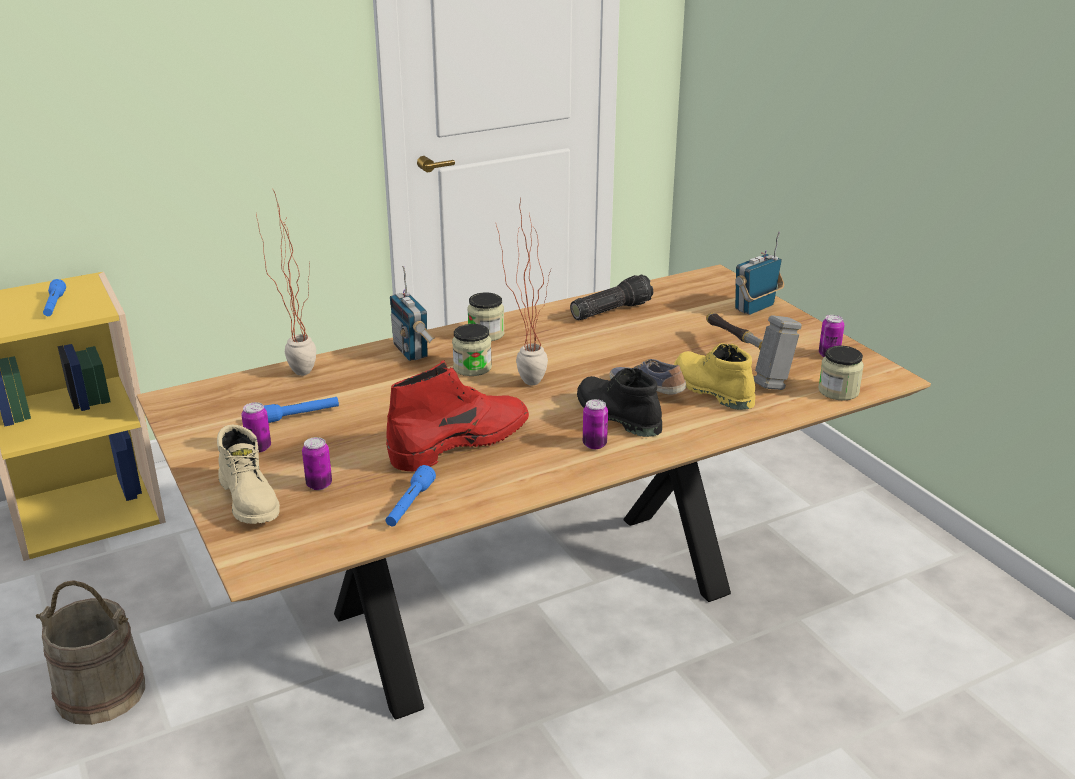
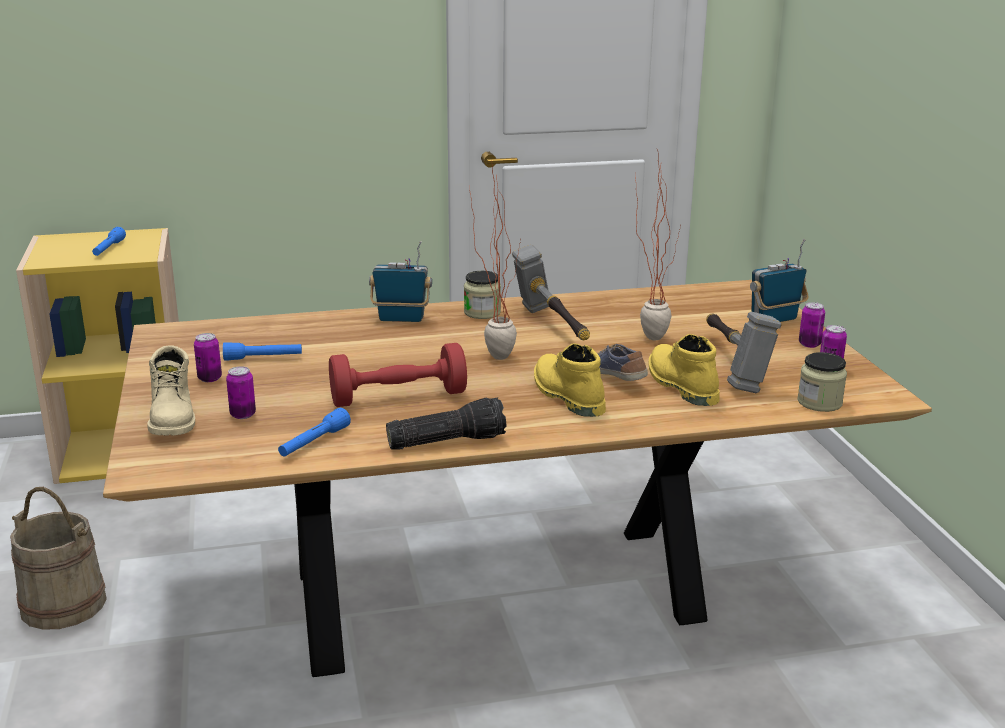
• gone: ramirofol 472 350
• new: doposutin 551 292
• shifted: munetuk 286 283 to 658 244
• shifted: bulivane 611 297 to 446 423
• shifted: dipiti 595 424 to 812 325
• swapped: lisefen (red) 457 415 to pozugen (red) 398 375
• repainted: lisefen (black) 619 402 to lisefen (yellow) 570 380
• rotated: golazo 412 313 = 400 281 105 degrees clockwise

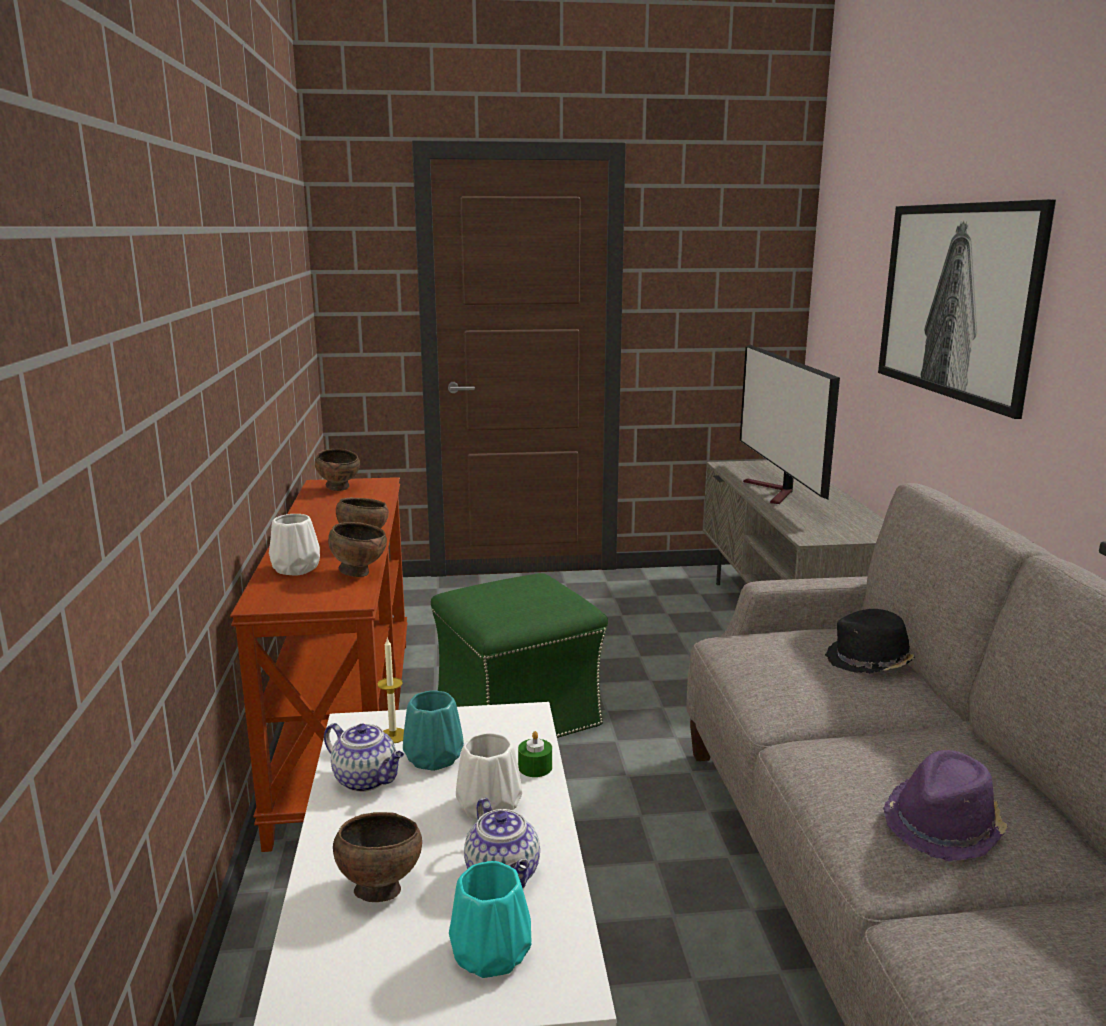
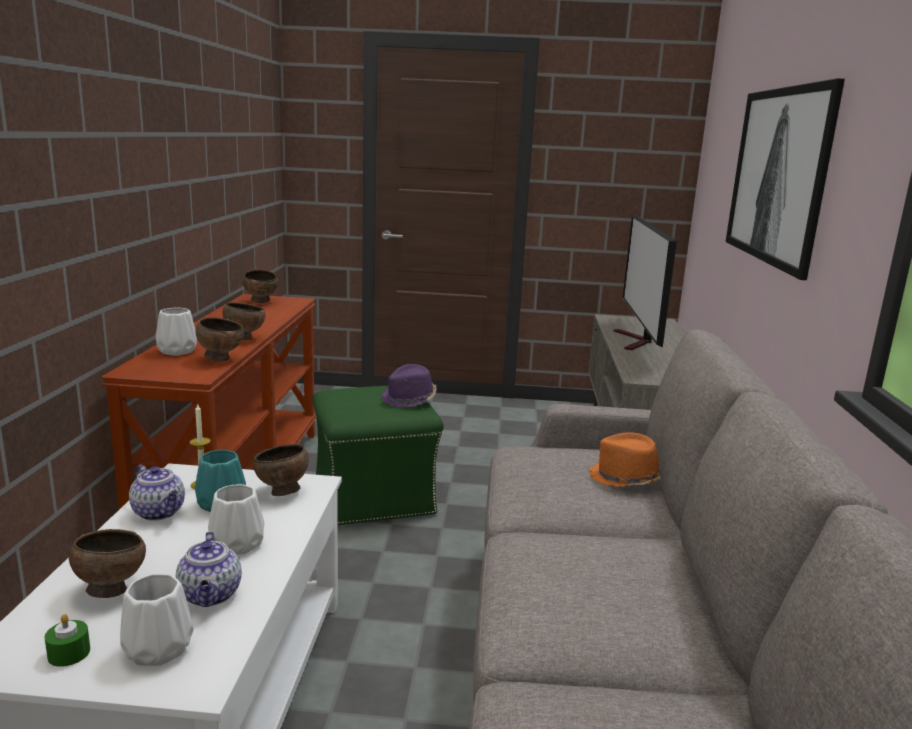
• new: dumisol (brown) 281 470
• shifted: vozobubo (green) 535 754 to 67 640
• shifted: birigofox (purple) 945 805 to 409 385
• repainted: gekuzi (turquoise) 490 919 to gekuzi (white) 157 620
• repainted: birigofox (black) 870 641 to birigofox (orange) 625 459

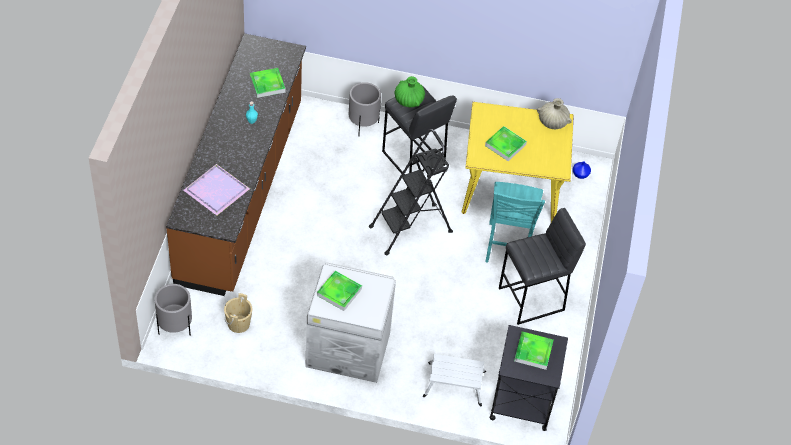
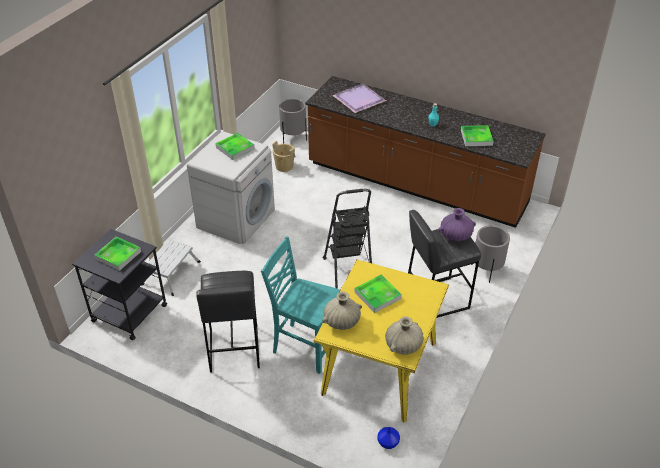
• new: gekuzi (beige) 342 311
• repainted: gekuzi (green) 409 91 to gekuzi (purple) 457 224

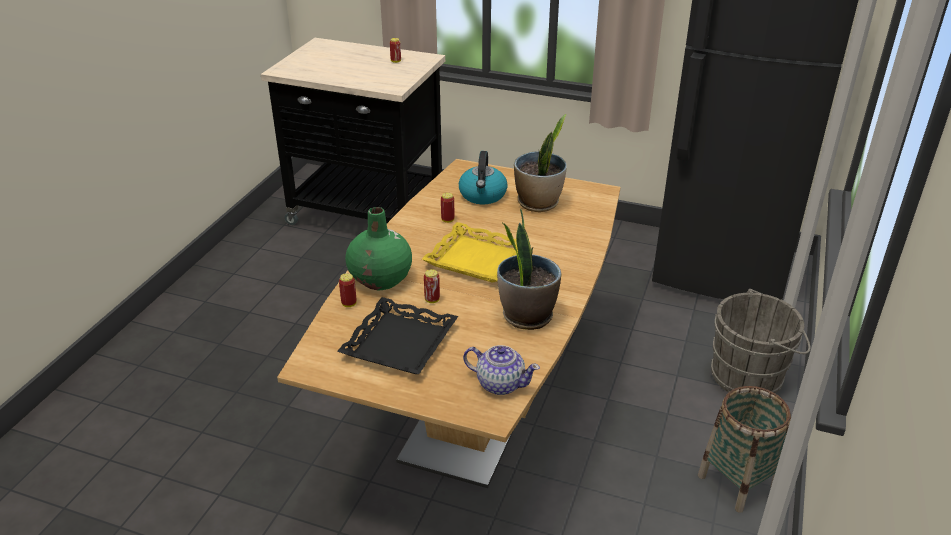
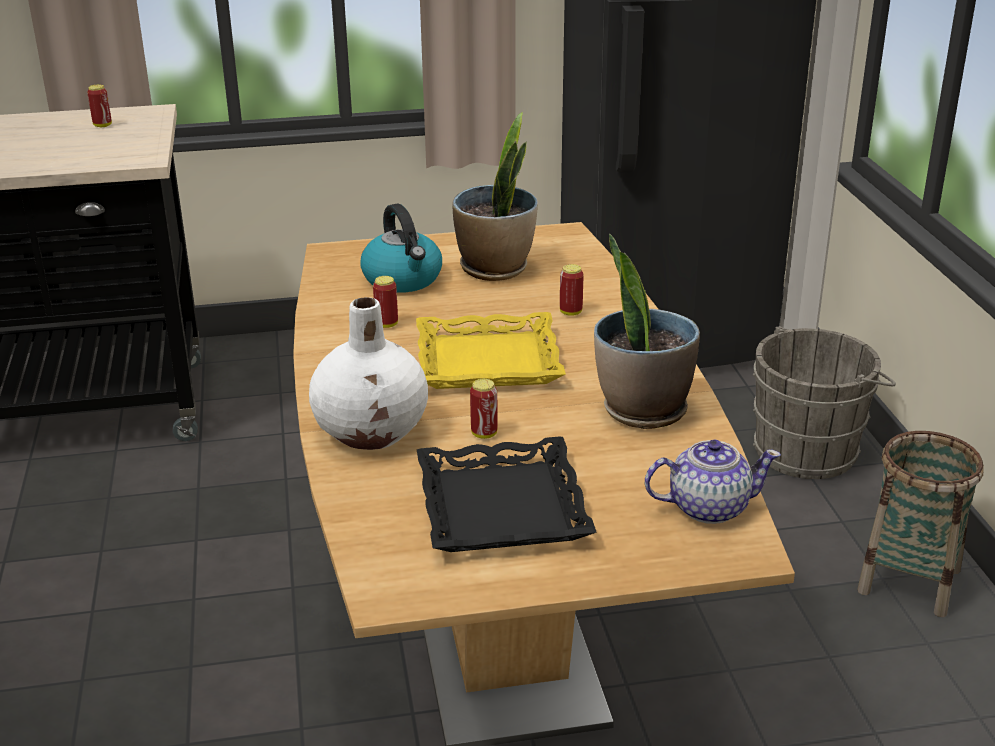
• shifted: dipiti 348 290 to 572 290
• repainted: gekuzi (green) 378 248 to gekuzi (white) 368 373

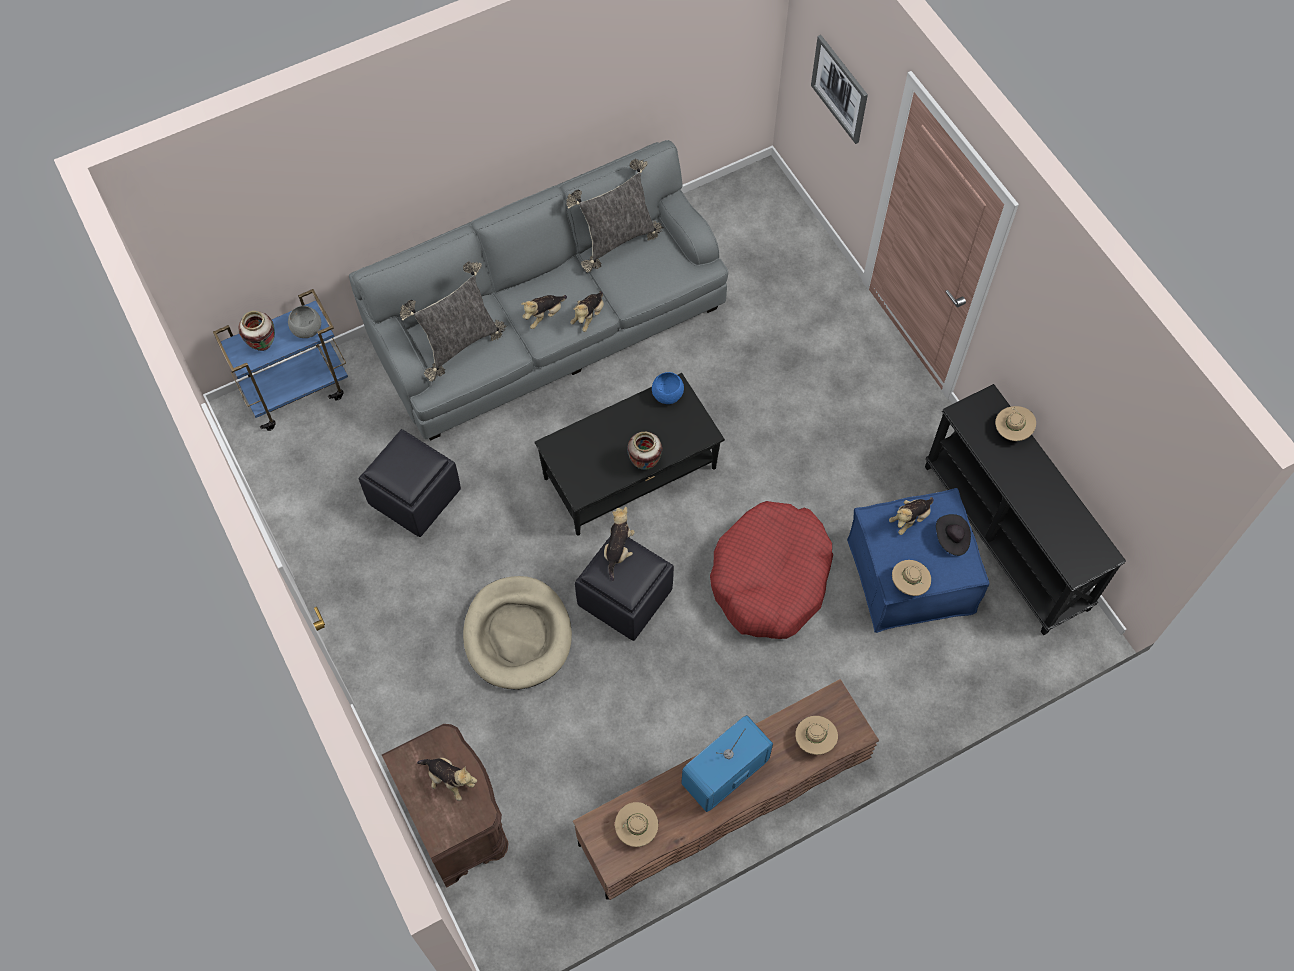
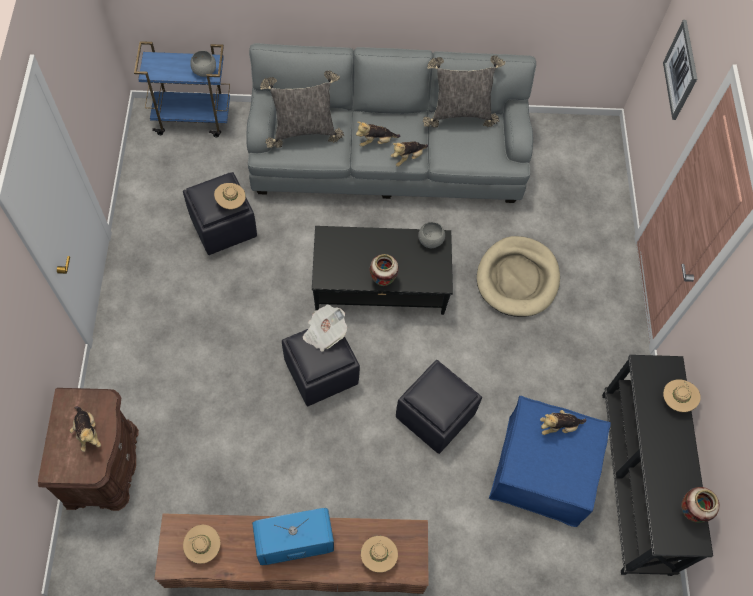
• gone: birigofox (black) 953 535
• shifted: gekuzi 257 331 to 700 505
• shifted: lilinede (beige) 517 633 to 518 276
• shifted: birigofox (beige) 911 578 to 230 196
• swapped: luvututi 619 544 to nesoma 325 328
• swapped: lilinede (red) 771 570 to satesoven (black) 439 407
• repainted: dumisol (blue) 668 388 to dumisol (grey) 431 235

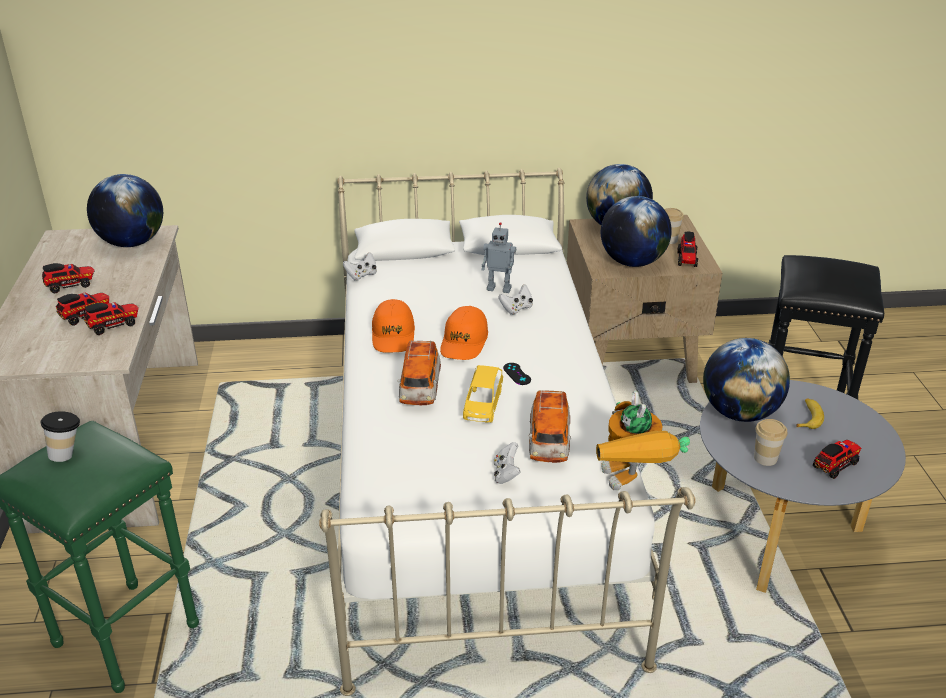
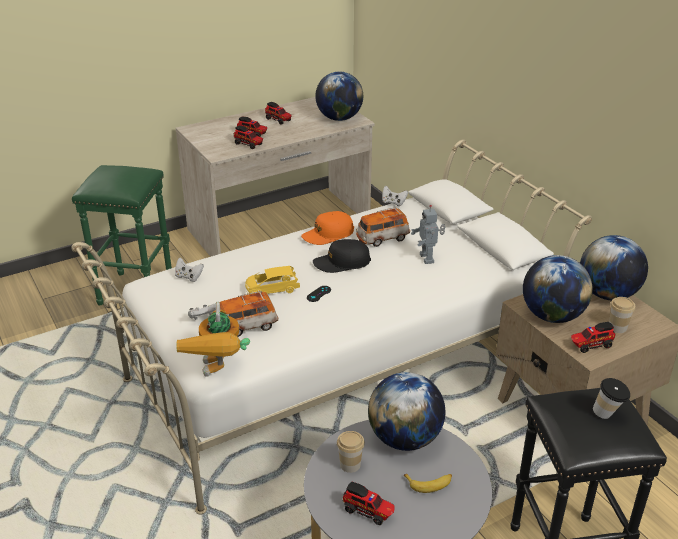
• shifted: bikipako 60 436 to 611 398
• shifted: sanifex 419 373 to 383 227
• shifted: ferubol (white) 515 299 to 189 270
• repainted: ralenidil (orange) 464 333 to ralenidil (black) 342 256
• rotated: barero 643 440 = 213 339 60 degrees counterclockwise

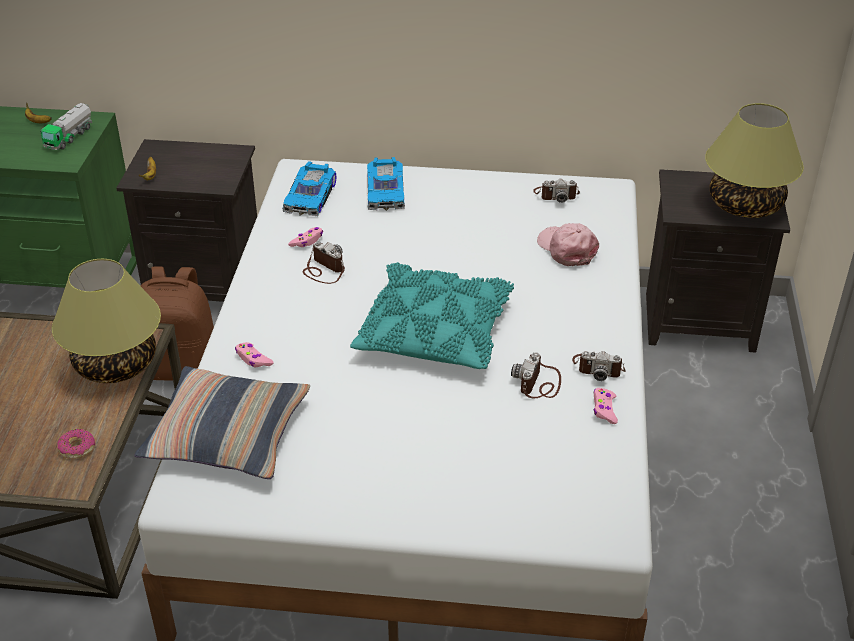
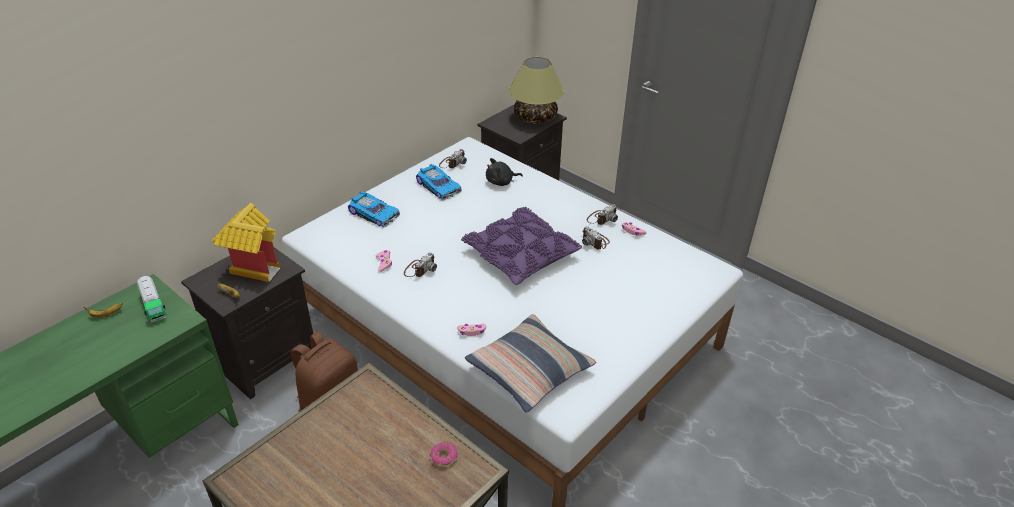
• gone: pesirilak 106 321
• new: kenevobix 246 242
• shifted: sanifex 309 188 to 439 182
• swapped: ralenidil (pink) 568 245 to luvututi (black) 504 172
• repainted: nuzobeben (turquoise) 432 315 to nuzobeben (purple) 521 246
• rotated: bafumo 324 262 = 420 264 135 degrees clockwise

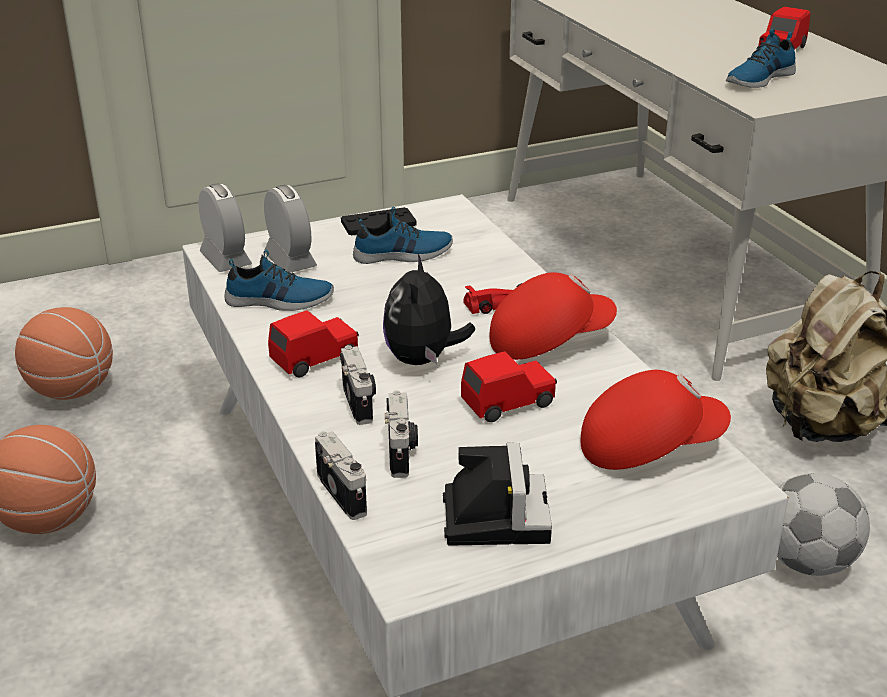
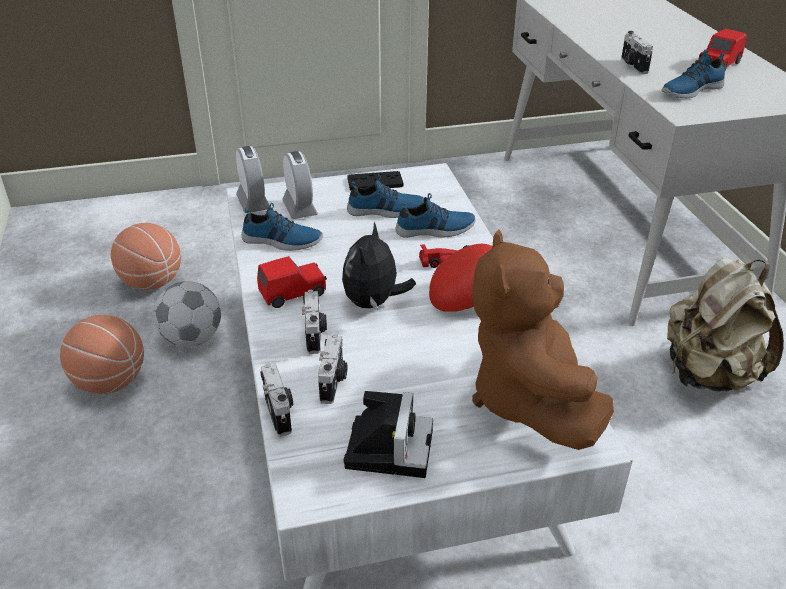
• gone: sanifex (red) 509 386
• new: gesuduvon 435 215
• new: bafumo 637 52
• shifted: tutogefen 823 524 to 187 314
• swapped: ralenidil (red) 655 420 to luvututi (brown) 543 340

